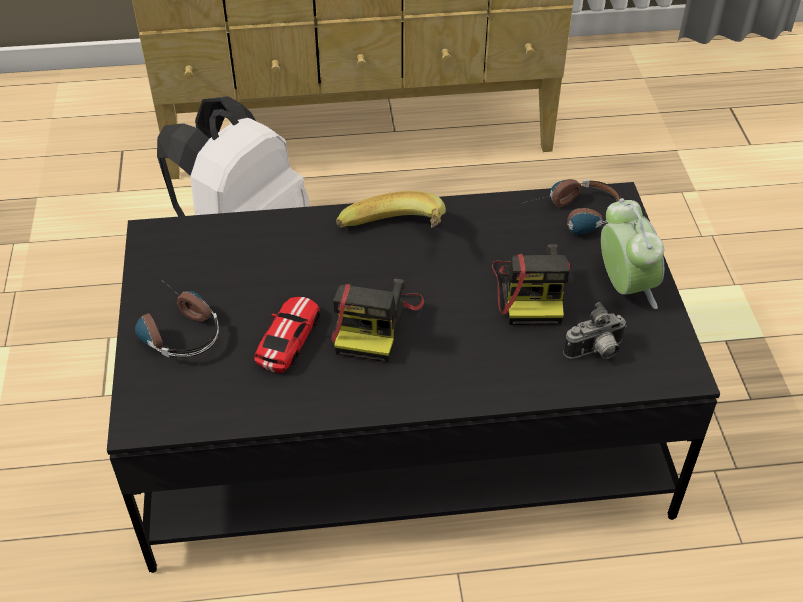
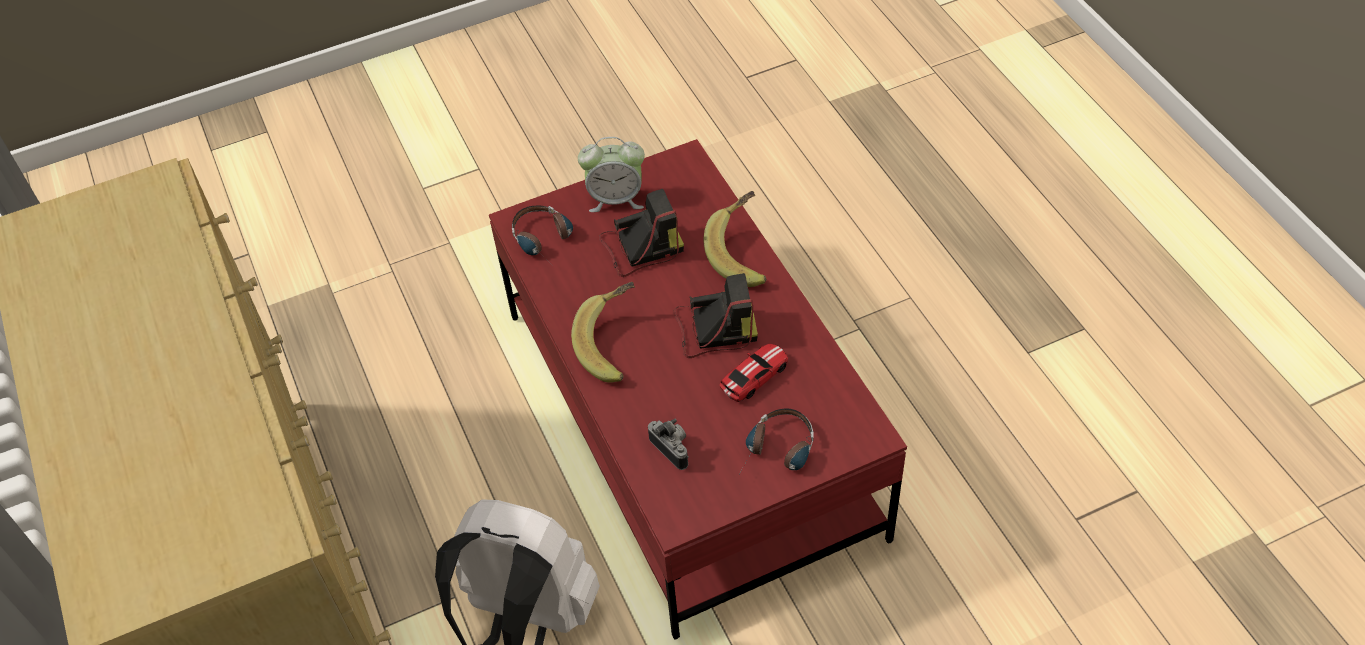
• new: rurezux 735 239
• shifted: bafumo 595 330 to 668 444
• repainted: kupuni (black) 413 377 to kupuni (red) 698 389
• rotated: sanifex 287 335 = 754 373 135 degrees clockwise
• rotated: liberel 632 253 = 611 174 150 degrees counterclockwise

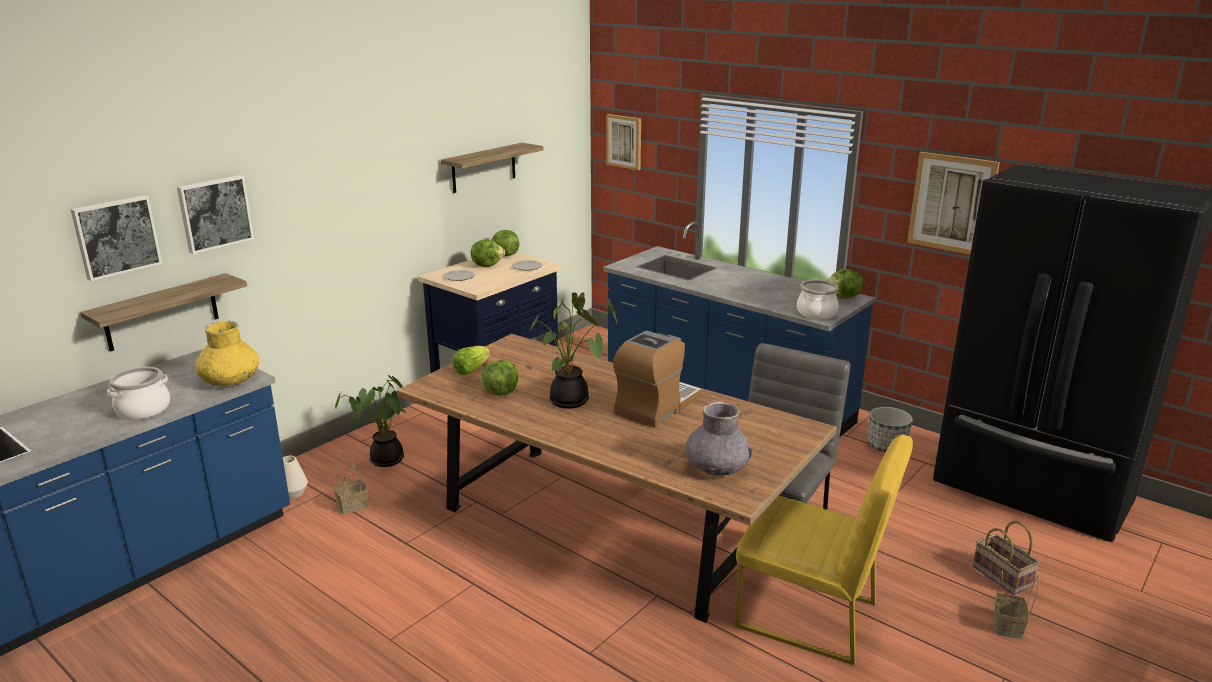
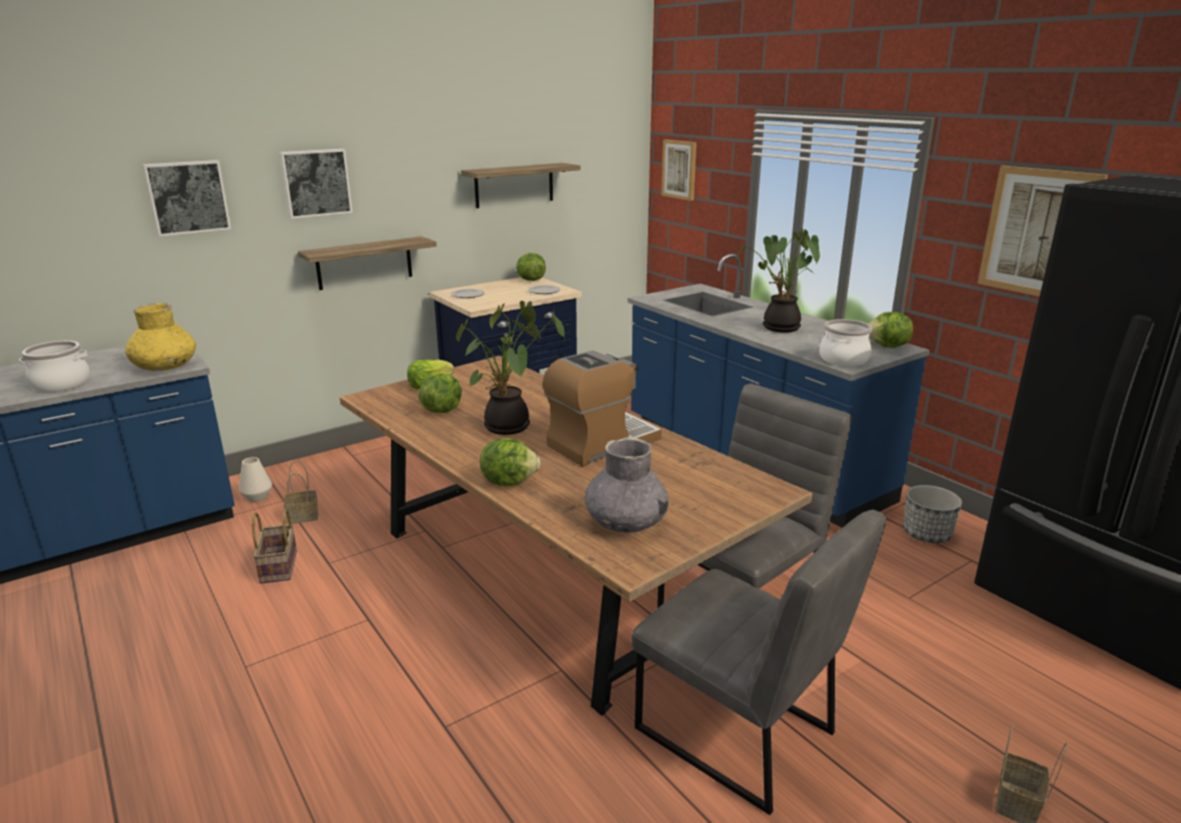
• shifted: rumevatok 116 238 to 316 184
• shifted: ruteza 163 312 to 367 263
• shifted: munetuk 371 421 to 777 280
• shifted: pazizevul 488 253 to 510 462
• shifted: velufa 1006 558 to 274 546
• repainted: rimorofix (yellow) 824 550 to rimorofix (grey) 758 662

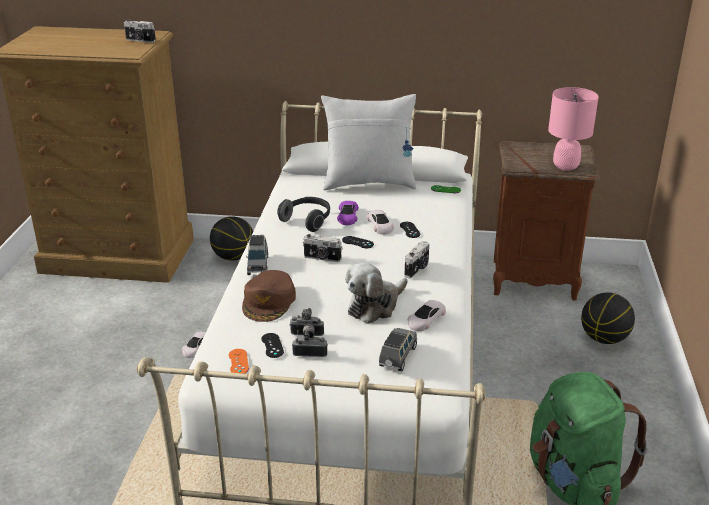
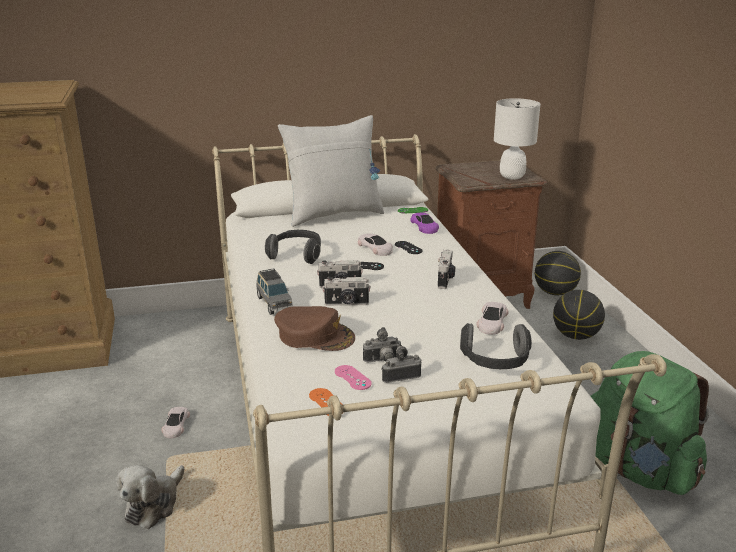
• shifted: bafumo 140 31 to 346 291
• shifted: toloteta 231 238 to 558 273
• shifted: sanifex (purple) 348 213 to 424 223
• shifted: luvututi 376 293 to 150 497
• swapped: sanifex (grey) 398 349 to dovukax 496 346
• repainted: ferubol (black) 272 345 to ferubol (pink) 353 377
• repainted: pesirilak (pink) 573 129 to pesirilak (white) 517 139
• rotated: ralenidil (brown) 269 296 = 314 328 60 degrees counterclockwise

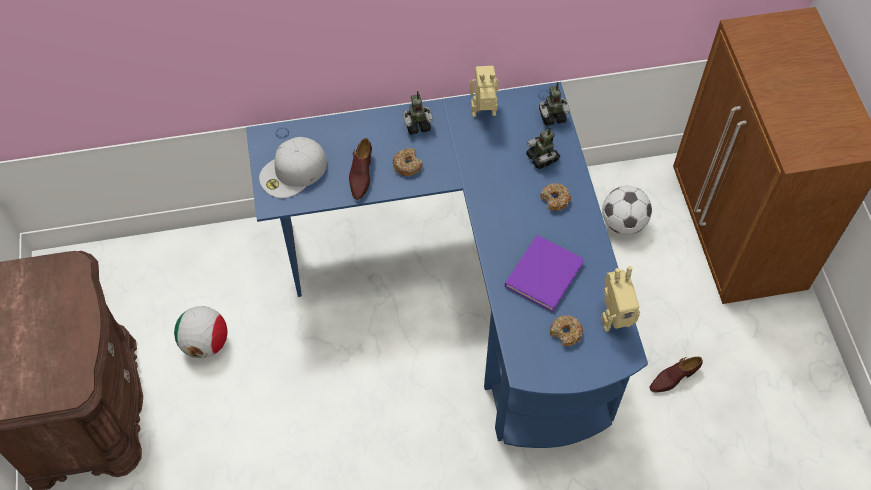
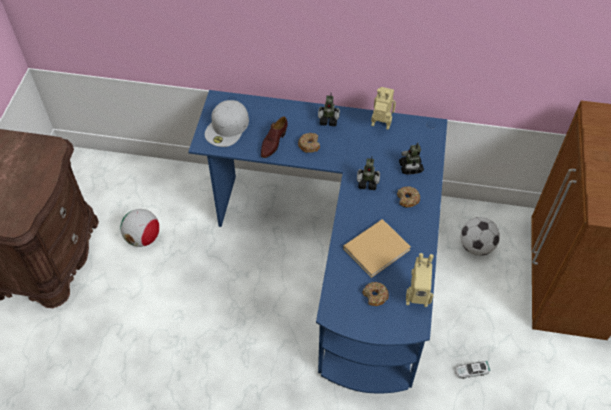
• shifted: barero 554 104 to 368 173
• swapped: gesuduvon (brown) 676 374 to sanifex 473 370
• repainted: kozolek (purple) 544 273 to kozolek (beige) 377 248
• rotated: ralenidil (white) 293 167 = 227 123 45 degrees counterclockwise

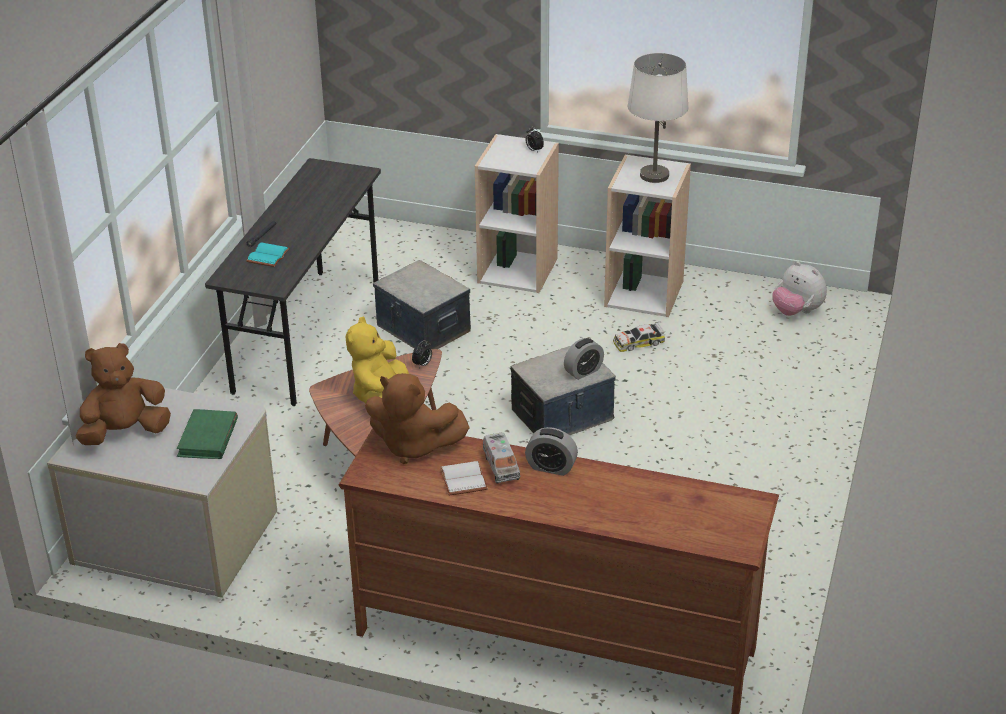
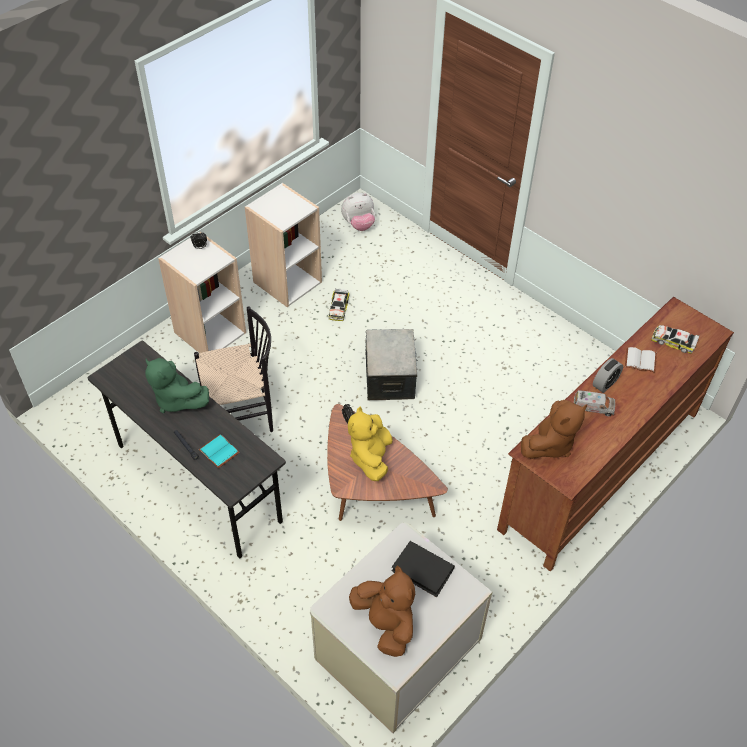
• gone: liberel 584 359
• gone: pesirilak (white) 658 118
• new: luvututi (green) 177 385
• new: sanifex 675 339
• shifted: kozolek (white) 464 478 to 641 360
• swapped: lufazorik 422 304 to rimorofix (black) 233 369
• repainted: kozolek (green) 207 434 to kozolek (black) 423 569
• rotated: luvututi (brown) 123 394 = 382 611 150 degrees clockwise
• rotated: luvututi (yellow) 377 360 = 370 444 60 degrees clockwise

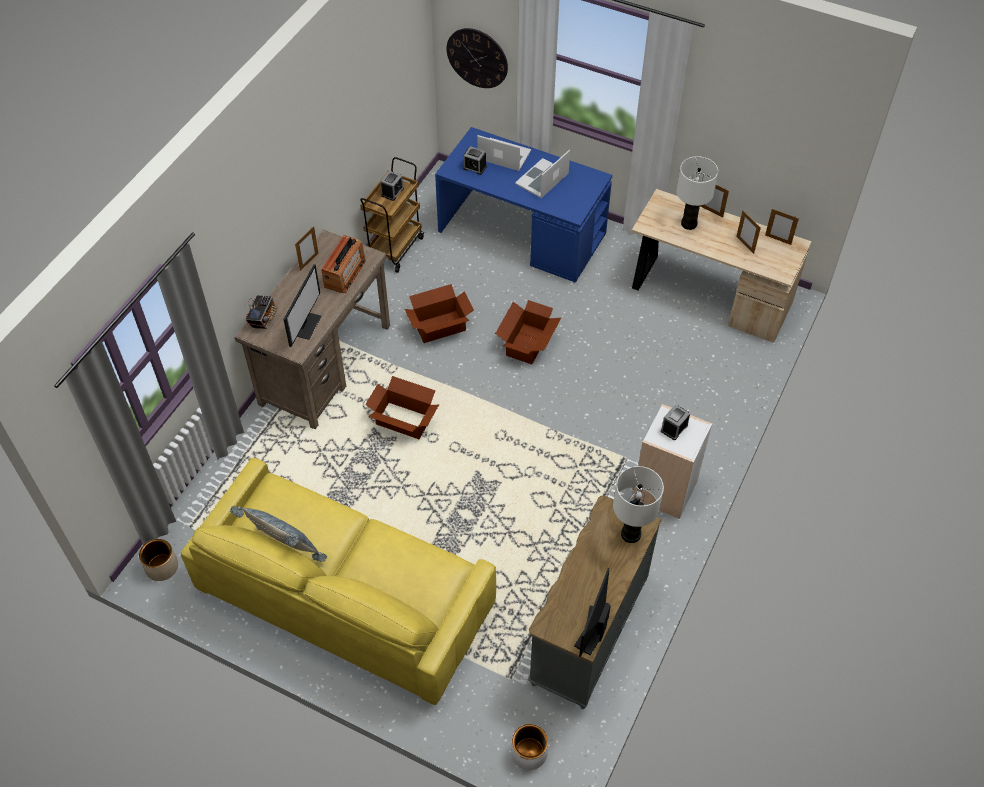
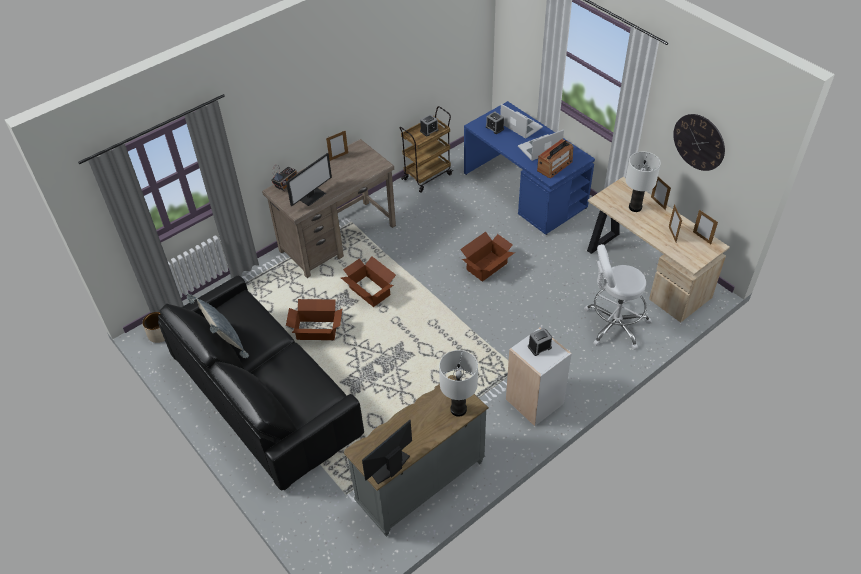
• gone: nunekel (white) 529 747
• new: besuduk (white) 618 297
• shifted: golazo 343 264 to 555 159
• shifted: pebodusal 439 313 to 314 319
• shifted: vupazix 477 58 to 699 142
• repainted: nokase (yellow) 338 581 to nokase (black) 261 383

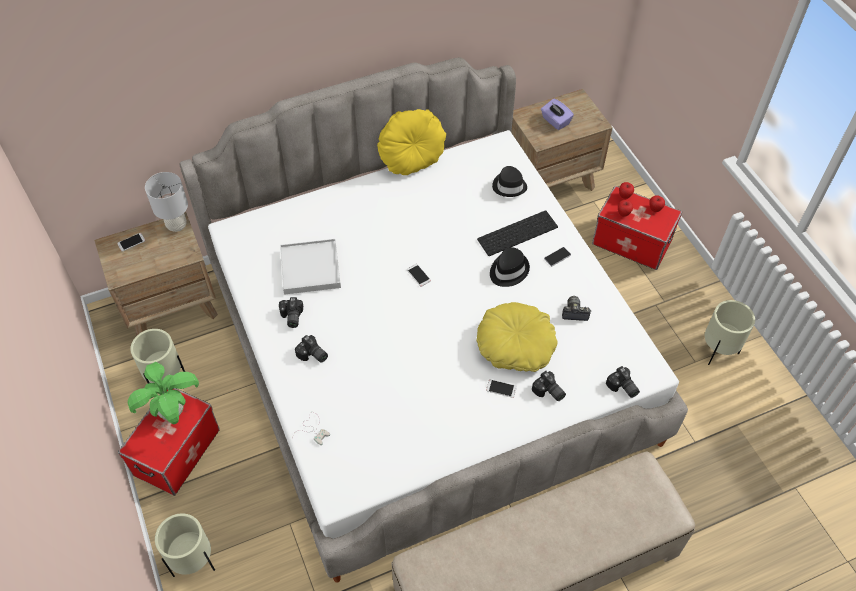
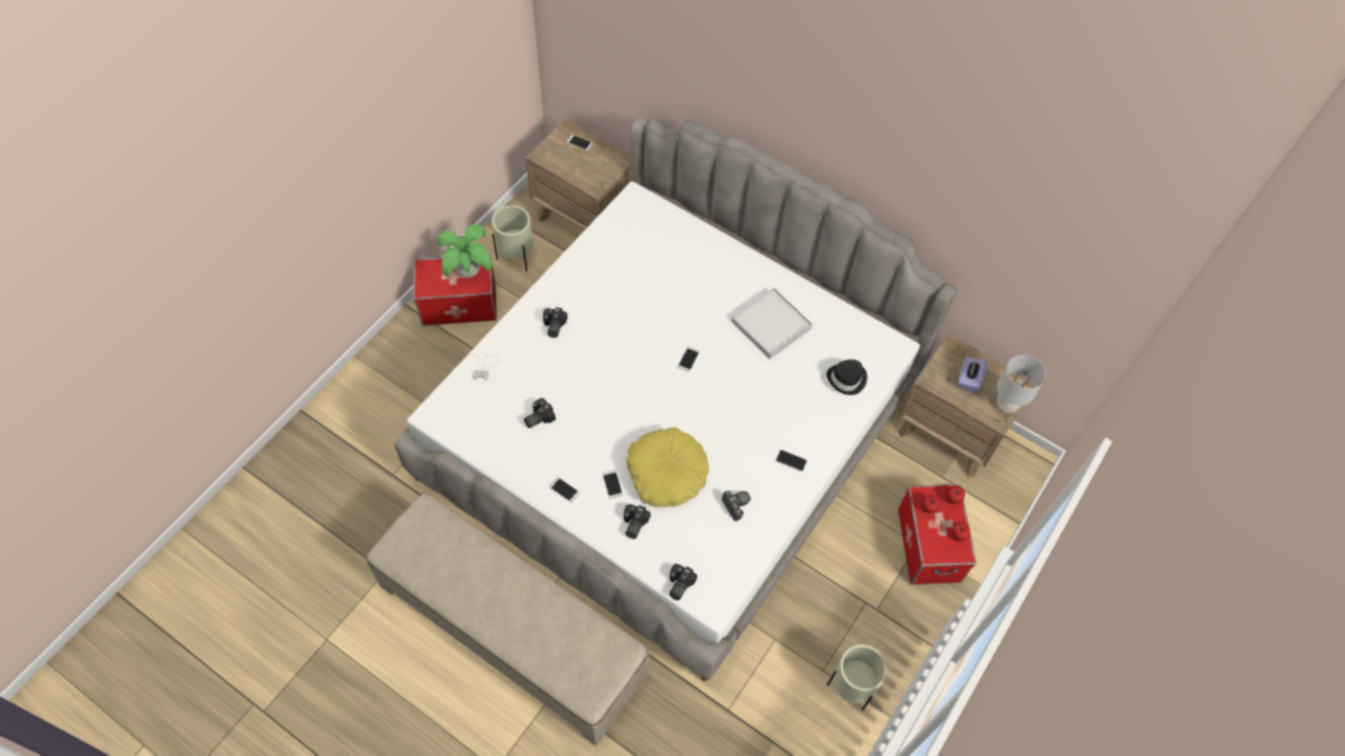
• gone: nunekel (beige) 185 545
• gone: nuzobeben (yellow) 411 142
• gone: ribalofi 517 233
• gone: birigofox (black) 510 267
• new: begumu 564 490
• shifted: pesirilak (grey) 166 202 to 1021 384
• shifted: bafumo 291 312 to 540 413
• shifted: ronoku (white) 310 267 to 771 323

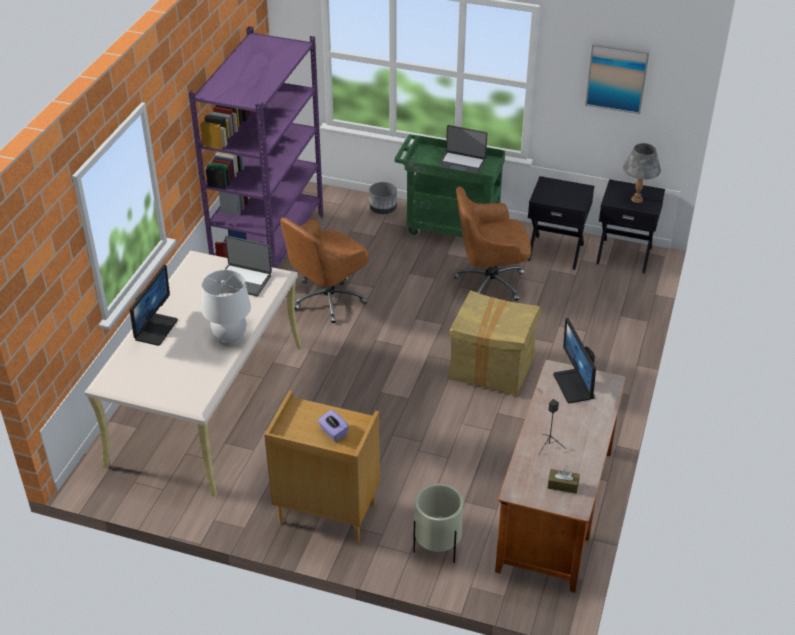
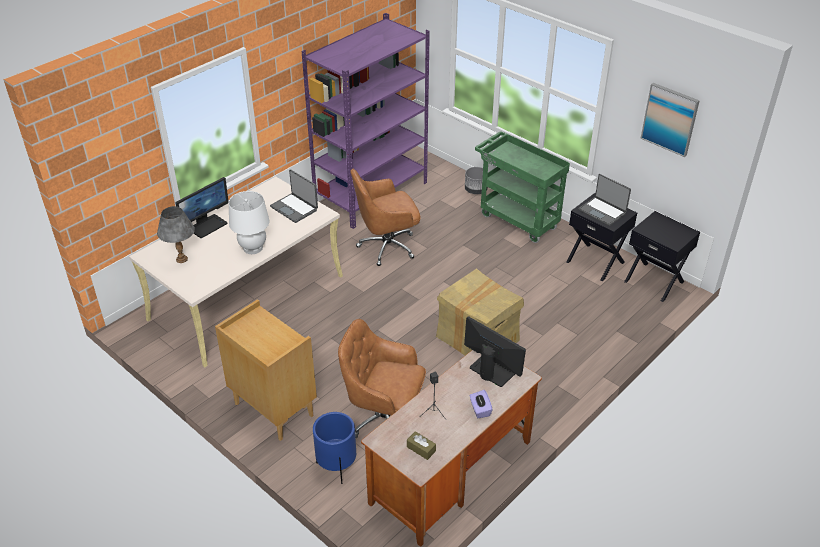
• shifted: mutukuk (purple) 333 425 to 481 404
• shifted: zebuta 462 149 to 605 200
• shifted: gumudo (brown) 492 243 to 382 378
• shifted: pesirilak (grey) 642 173 to 176 234
• repainted: nunekel (beige) 438 523 to nunekel (blue) 334 448
• rotated: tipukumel 574 360 = 495 351 120 degrees clockwise

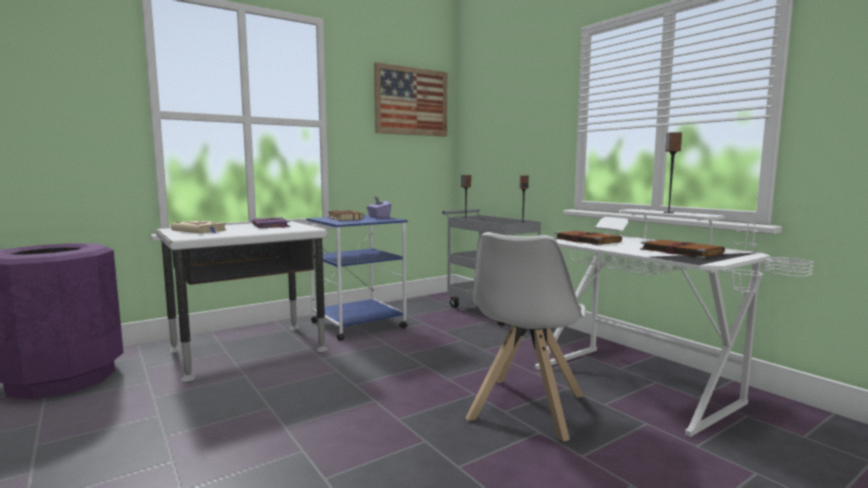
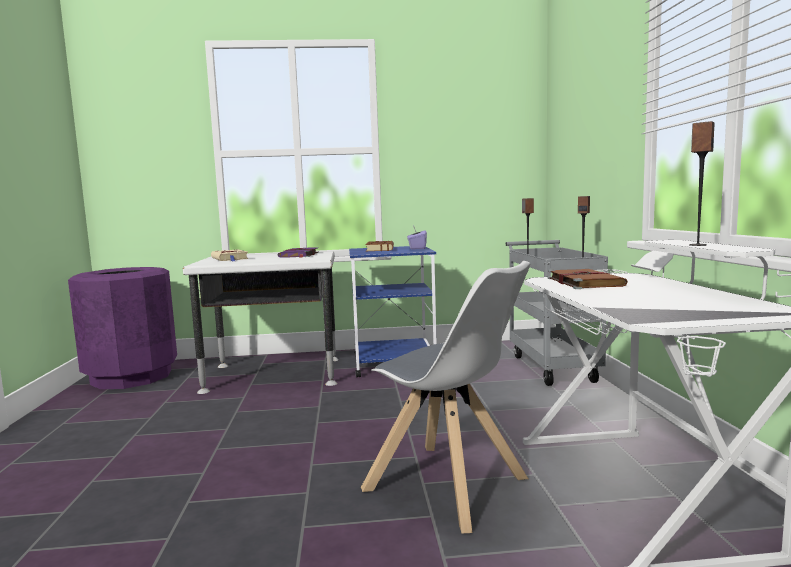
• gone: rumevatok 410 99
• gone: kozolek (brown) 682 249
• rotated: rimorofix 526 337 = 445 397 105 degrees counterclockwise

